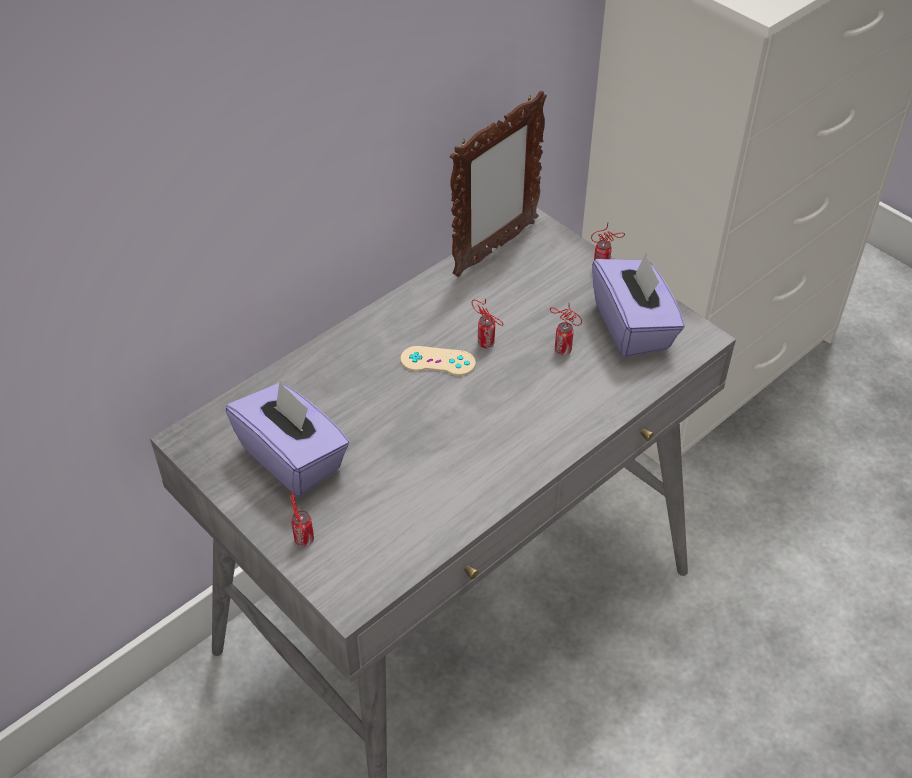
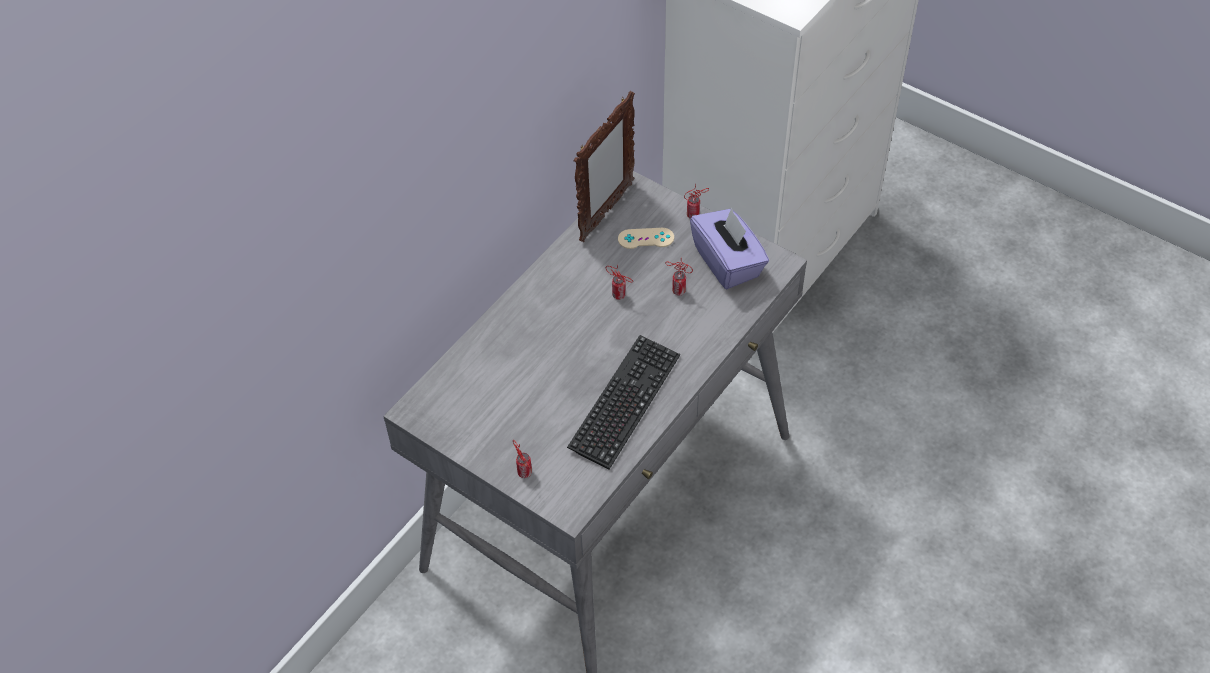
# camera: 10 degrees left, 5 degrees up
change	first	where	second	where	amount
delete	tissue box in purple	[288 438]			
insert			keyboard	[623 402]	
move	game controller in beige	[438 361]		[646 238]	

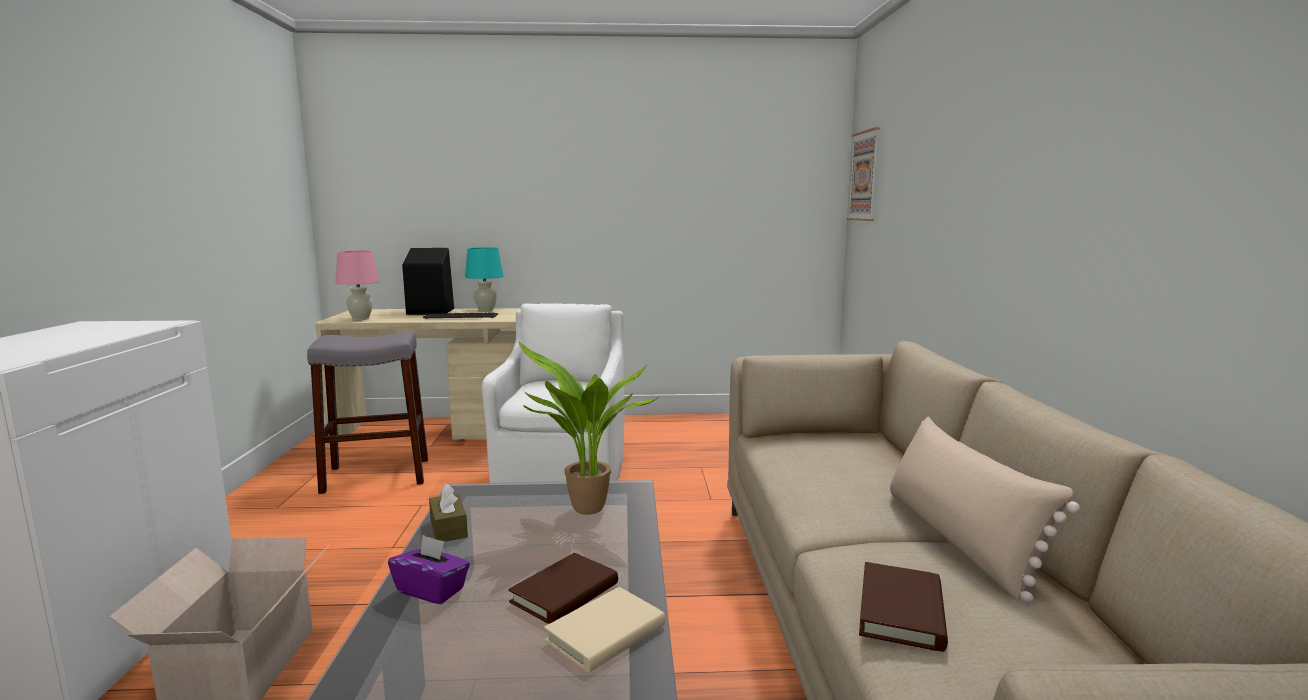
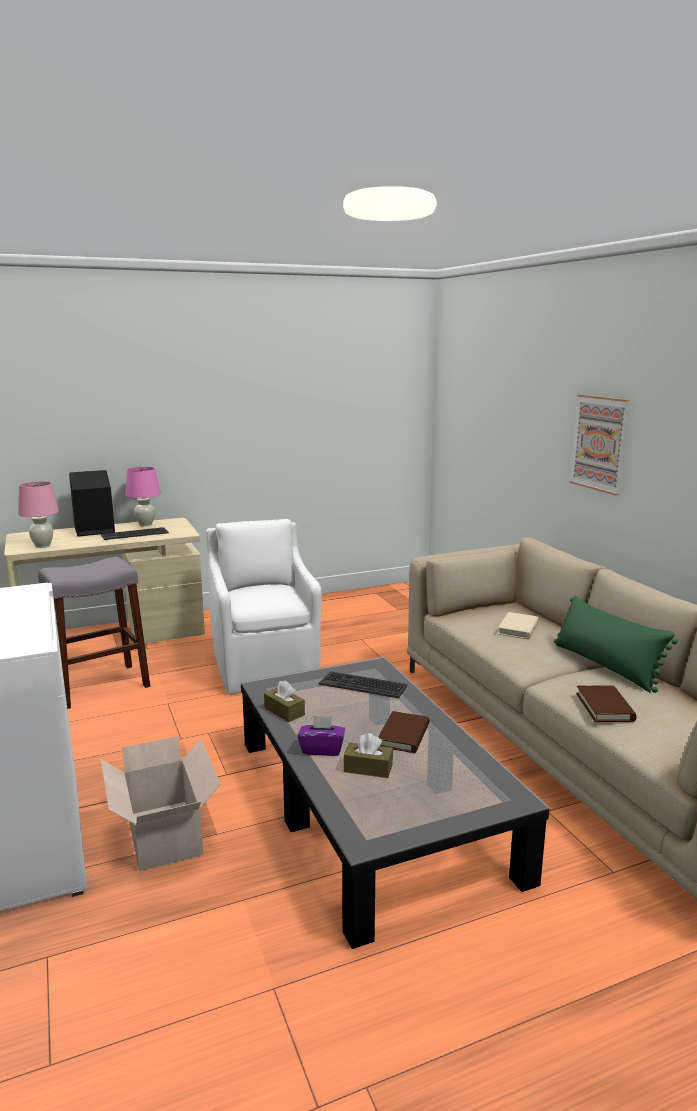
# camera: 20 degrees left, 5 degrees up
change	first	where	second	where	amount
insert			tissue box in brown	[368 755]	
move	book in beige	[604 630]		[518 625]	
move	picture	[863 174]		[599 444]	
replace	potted plant	[589 428]	keyboard	[363 684]	
recolor	table lamp in turquoise	[484 279]	table lamp in pink	[143 497]	
recolor	pillow in beige	[985 510]	pillow in green	[616 644]	

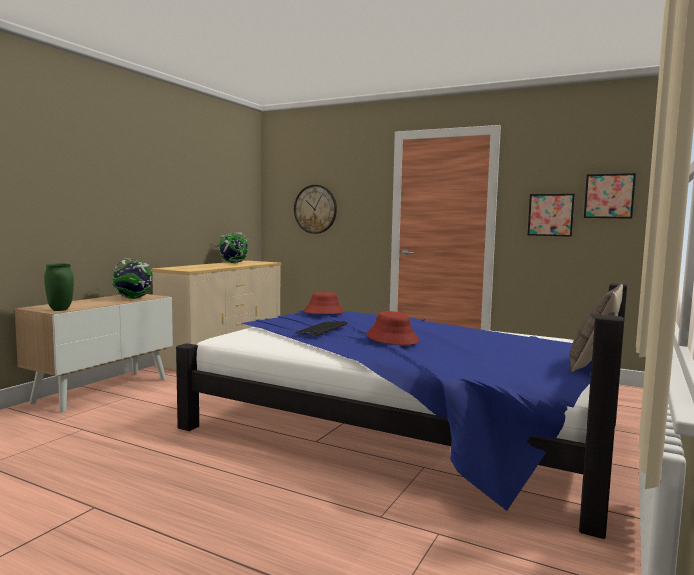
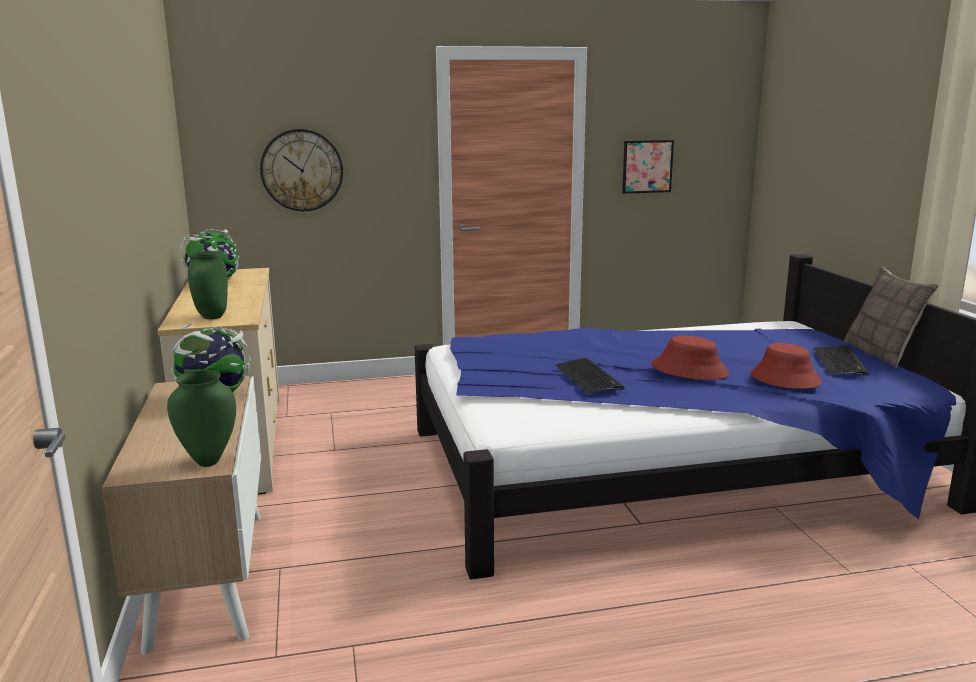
# camera: 40 degrees left, 10 degrees up
change	first	where	second	where	amount
delete	picture	[610 196]			
insert			vase in green	[208 285]	
insert			keyboard	[841 360]	
move	hat in red	[323 303]		[786 366]	

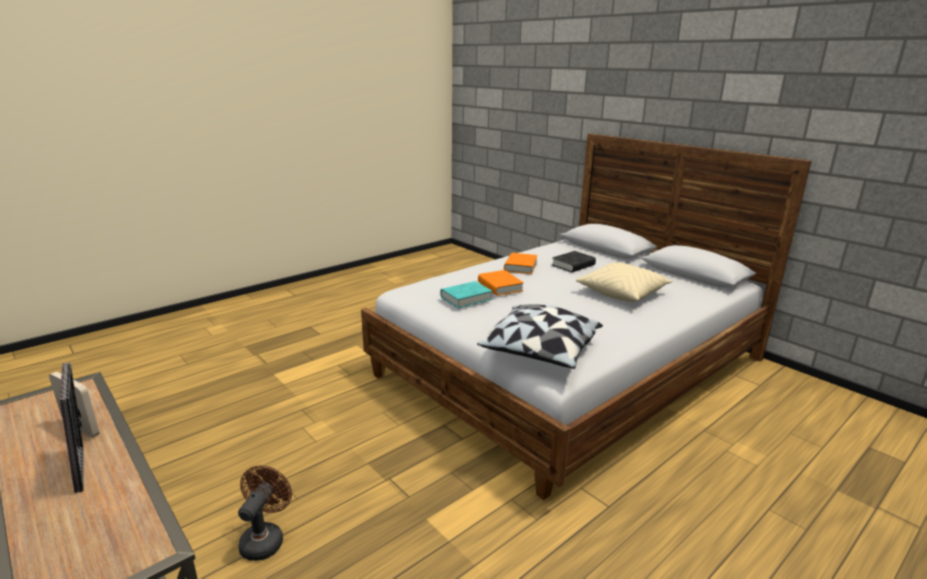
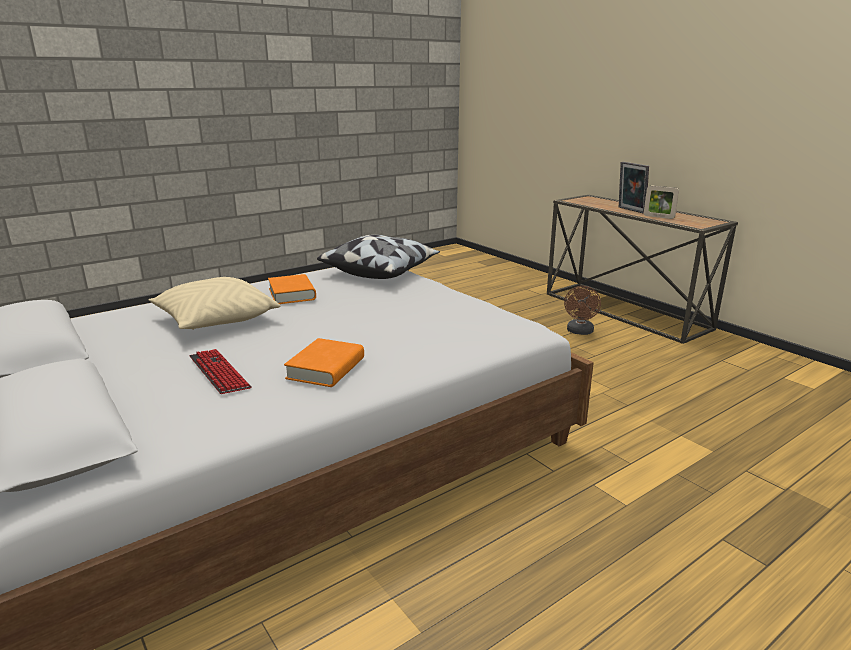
# camera: 175 degrees left, 0 degrees up
change	first	where	second	where	amount
delete	book in turquoise	[466 294]			
move	book in orange	[501 283]		[292 289]	
replace	book in black	[574 261]	keyboard	[220 371]	

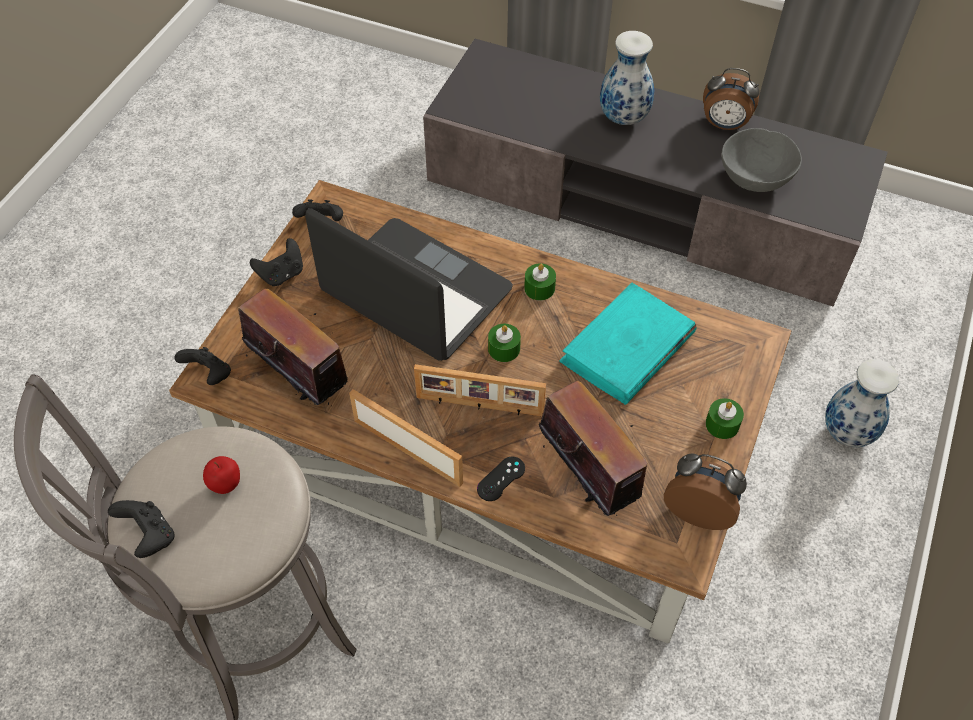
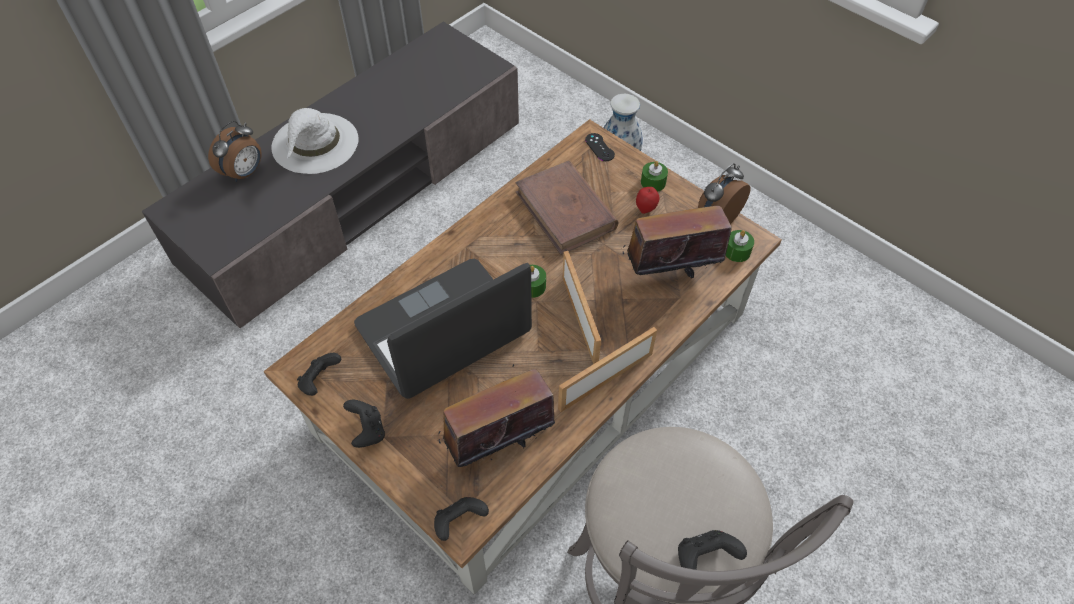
# camera: 70 degrees left, 0 degrees up
change	first	where	second	where	amount
delete	bowl in grey	[761 160]			
move	apple	[221 475]		[648 200]	
move	game controller in black	[501 478]		[600 147]	
move	candle in green	[540 281]		[740 246]	
move	alarm clock	[731 99]		[235 151]	
replace	vase	[627 78]	hat in white	[315 141]	
recolor	book in turquoise	[627 344]	book in brown	[567 207]	
rotate	picture frame	[480 390]		[582 307]	45 degrees counterclockwise

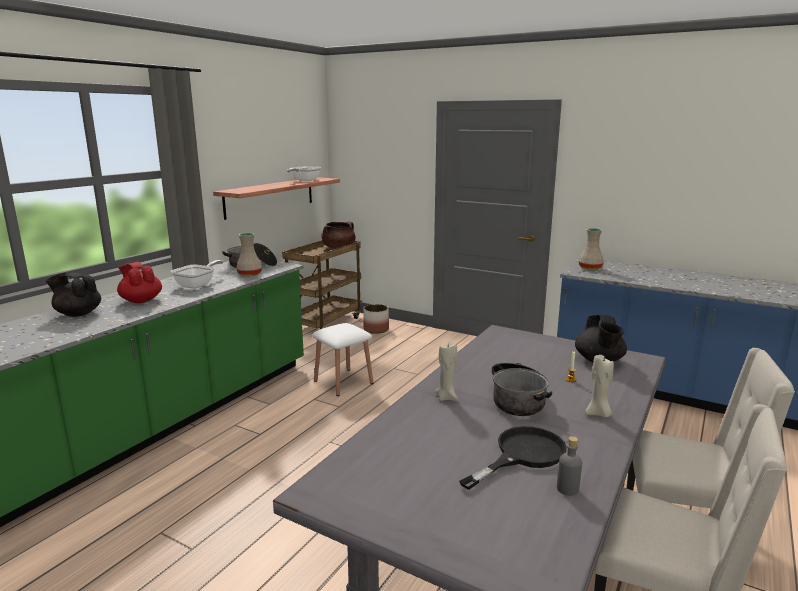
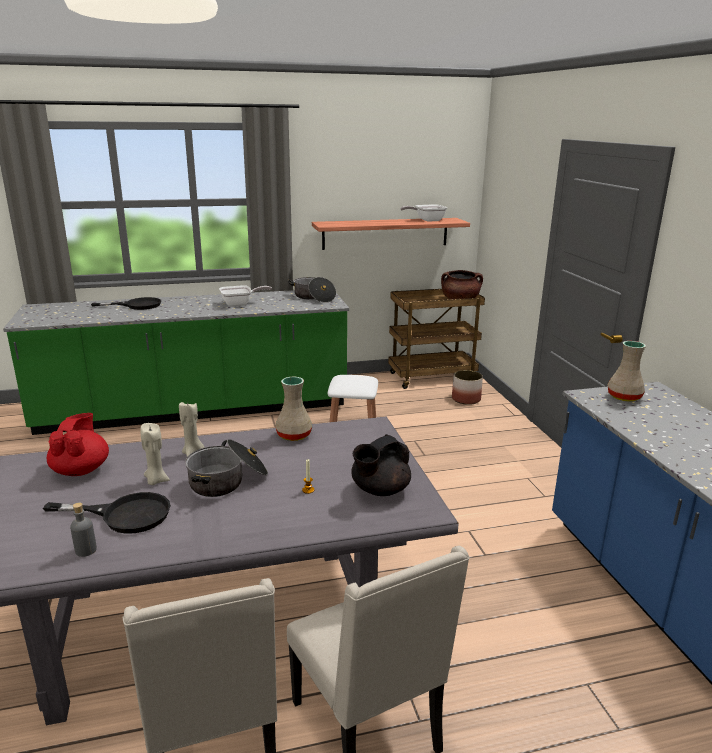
# camera: 45 degrees right, 5 degrees up
change	first	where	second	where	amount
move	teapot in red	[139 282]		[78 444]	
move	vase in beige	[249 254]		[294 409]	
move	candle in beige	[599 386]		[155 454]	
replace	teapot in black	[73 294]	frying pan in black	[126 303]	

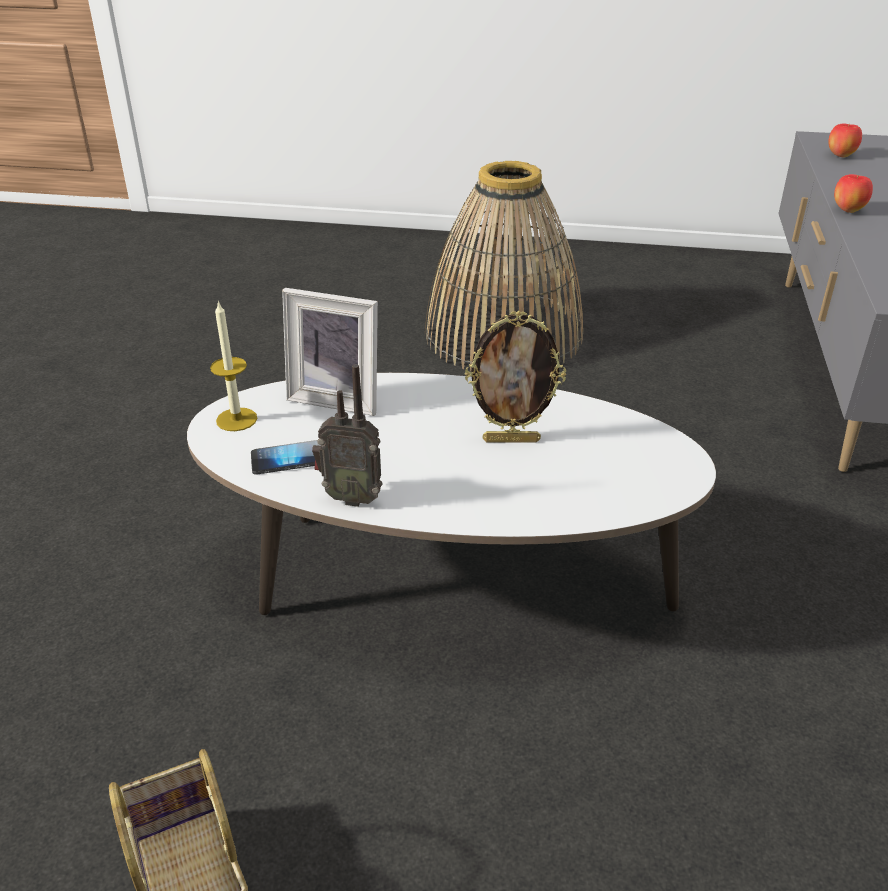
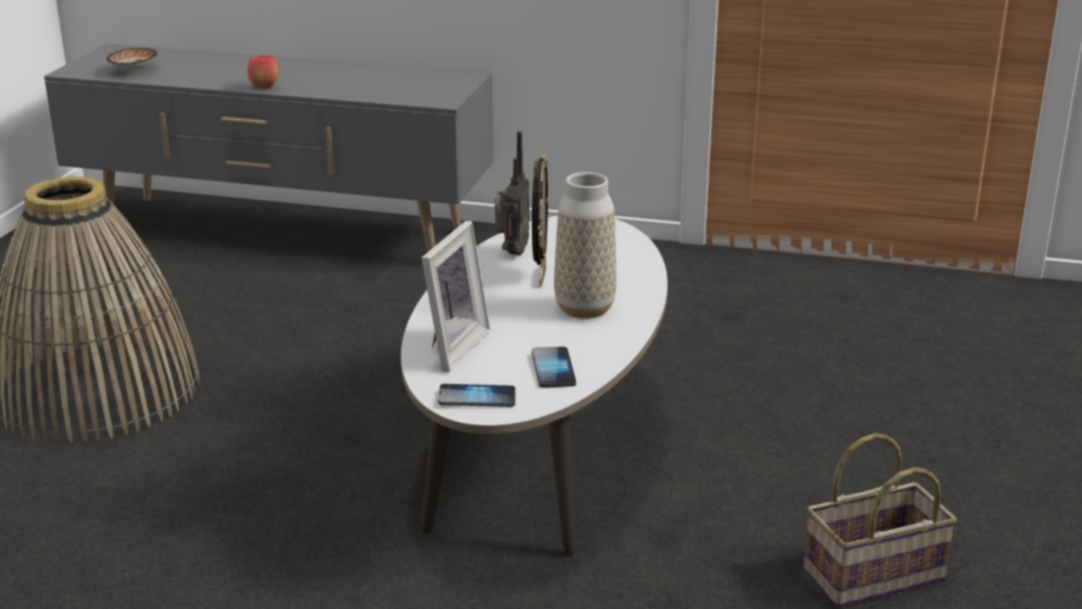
# camera: 85 degrees left, 10 degrees down
change	first	where	second	where	amount
insert			vase	[585 245]	
move	radio	[347 435]		[512 193]	
replace	candle	[233 365]	phone	[476 395]	
replace	apple	[845 140]	bowl	[132 60]	

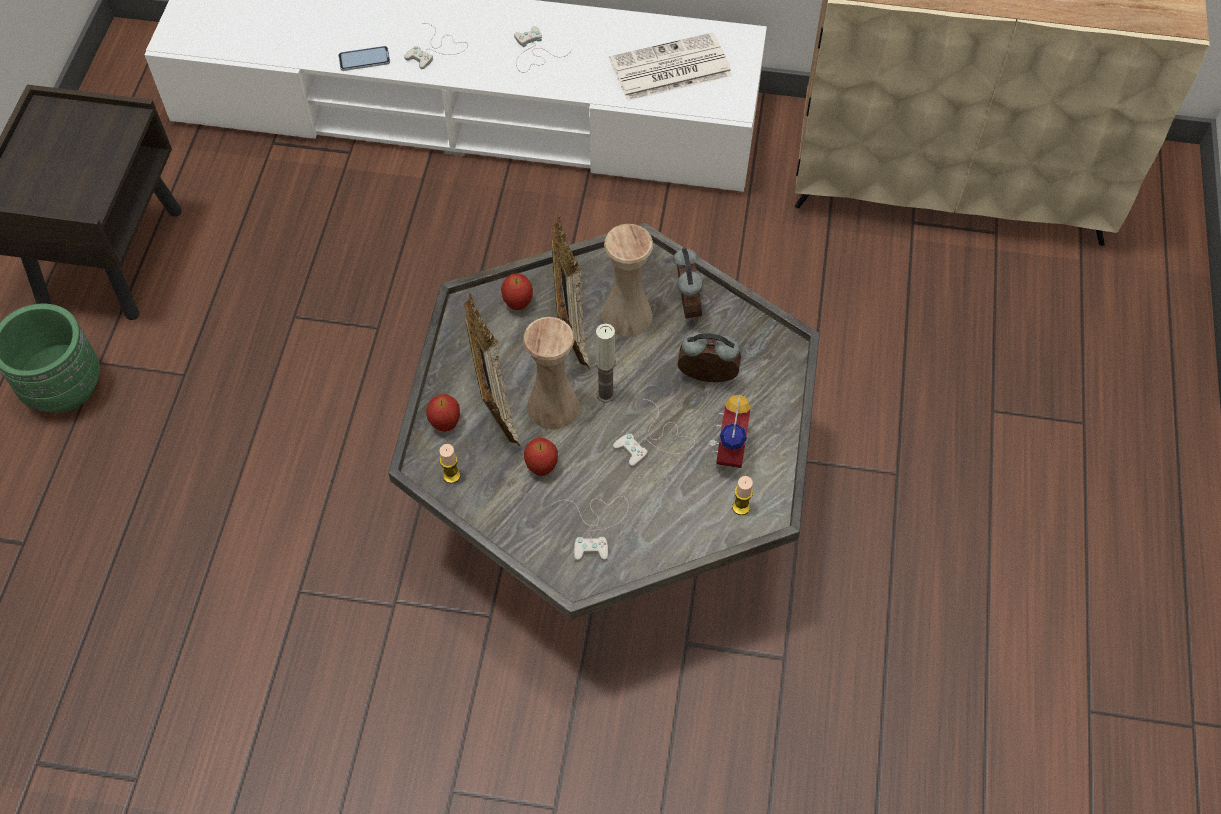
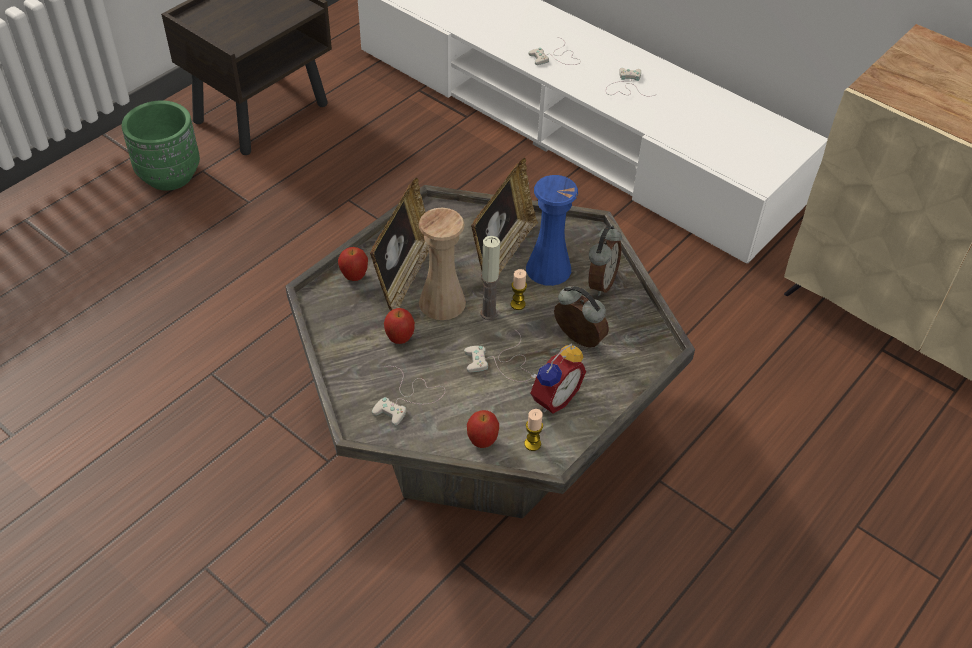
# camera: 30 degrees right, 10 degrees down
change	first	where	second	where	amount
delete	phone	[364 58]			
delete	newspaper	[670 66]			
move	candle	[449 463]		[519 289]	
move	apple	[517 291]		[483 429]	
recolor	vase in beige	[627 280]	vase in blue	[552 230]	

